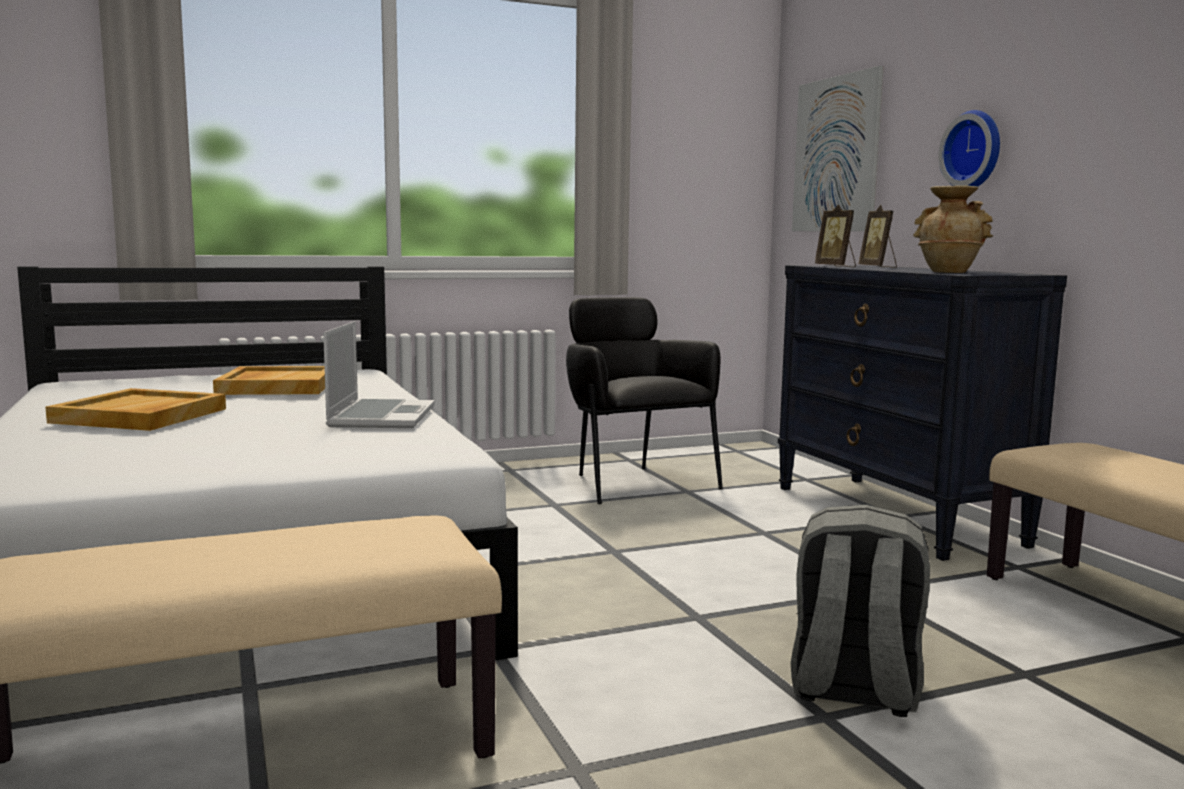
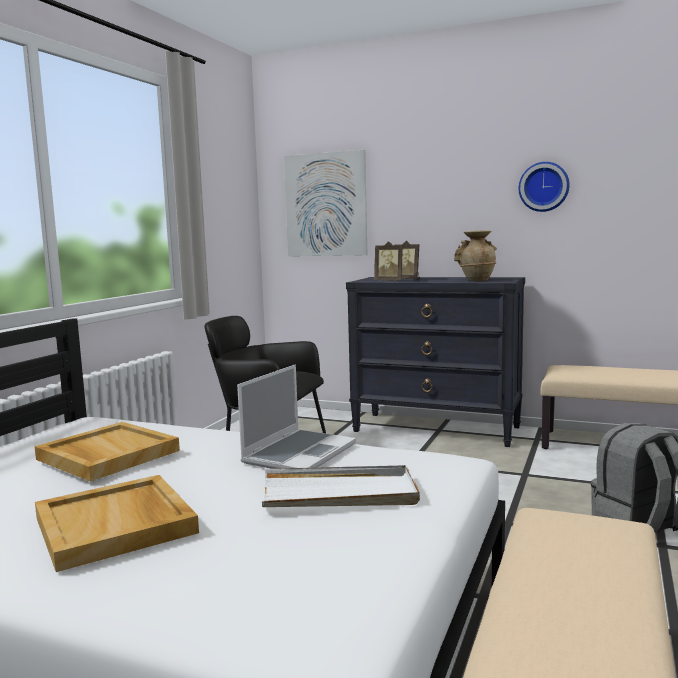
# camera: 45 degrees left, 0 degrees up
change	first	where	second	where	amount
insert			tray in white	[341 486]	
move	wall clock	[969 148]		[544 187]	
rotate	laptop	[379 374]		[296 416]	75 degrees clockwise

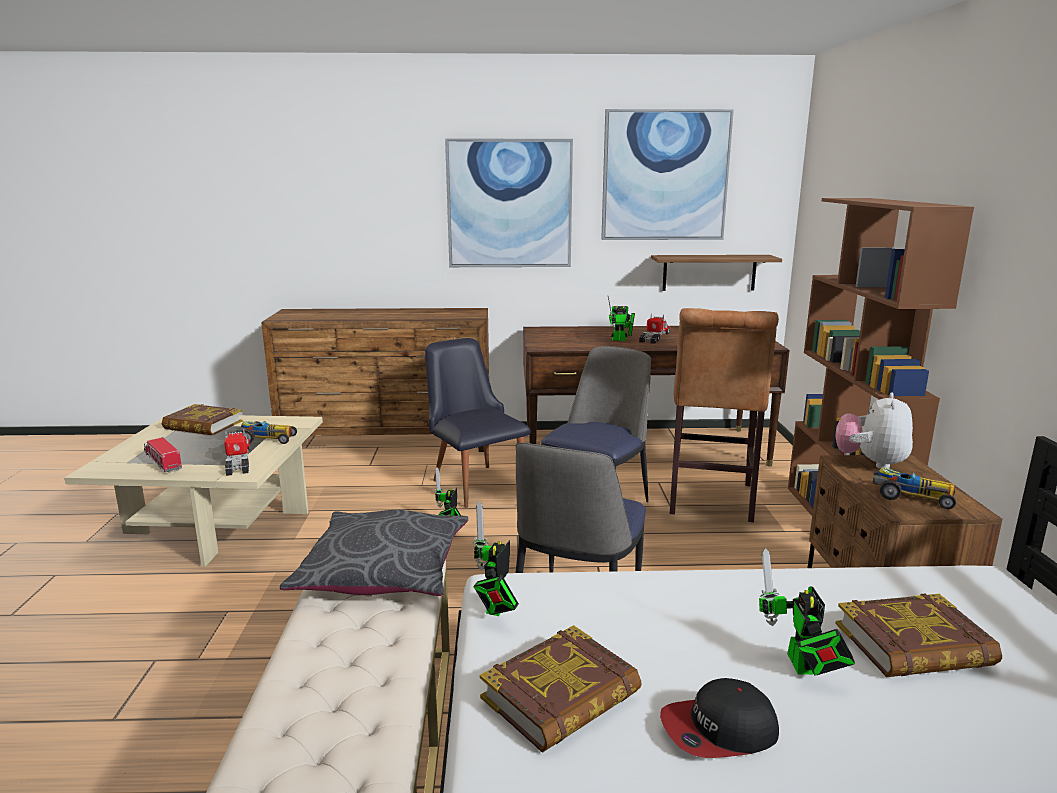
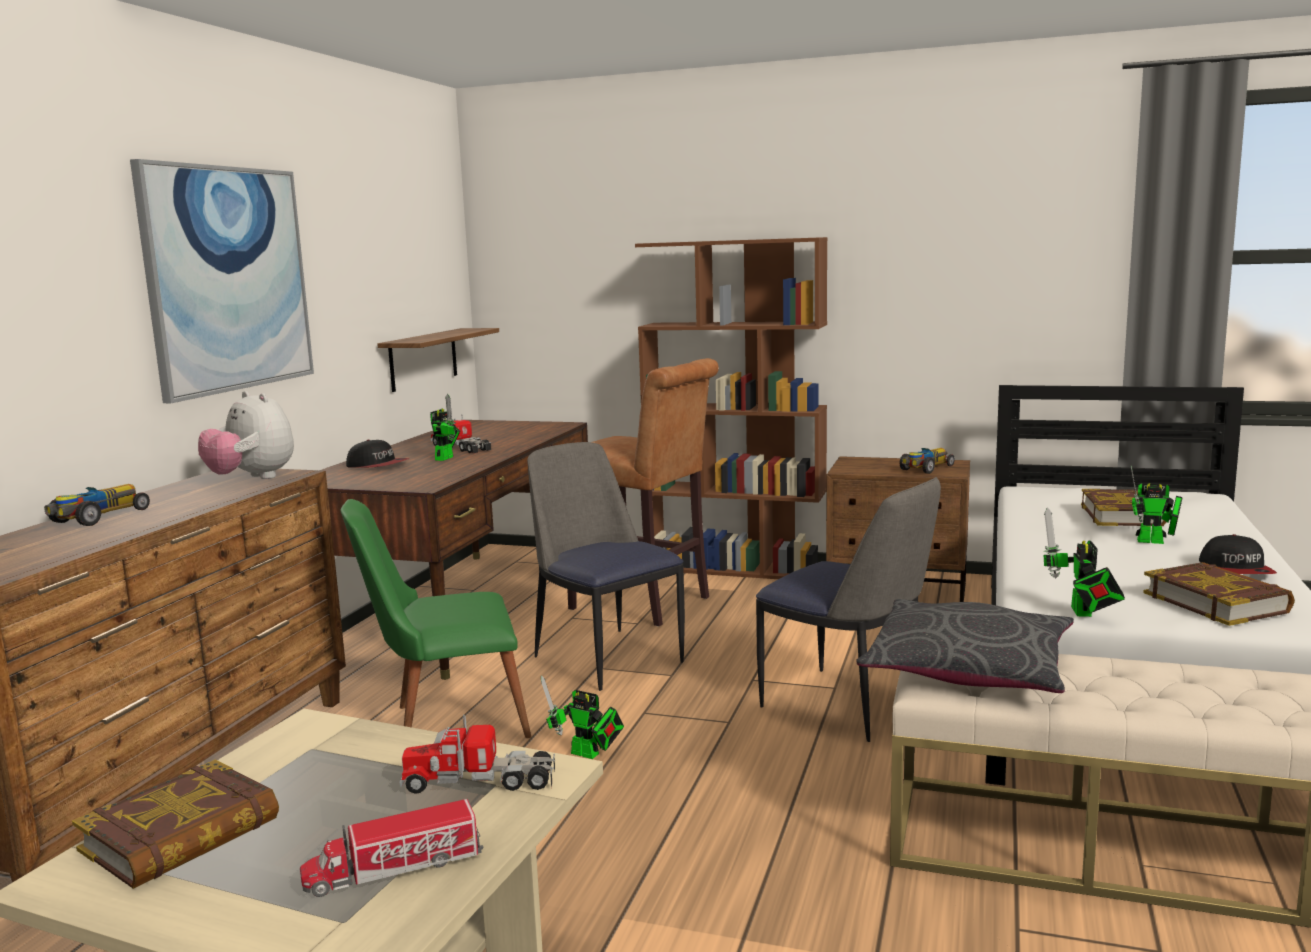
# camera: 70 degrees left, 5 degrees down
change	first	where	second	where	amount
delete	picture	[667 174]			
insert			cap	[378 454]	
move	toy car	[266 432]		[97 505]	
move	plush toy	[874 430]		[246 435]	
recolor	chair in black	[478 423]	chair in green	[435 618]	
rotate	toy robot	[496 558]		[1084 562]	60 degrees clockwise

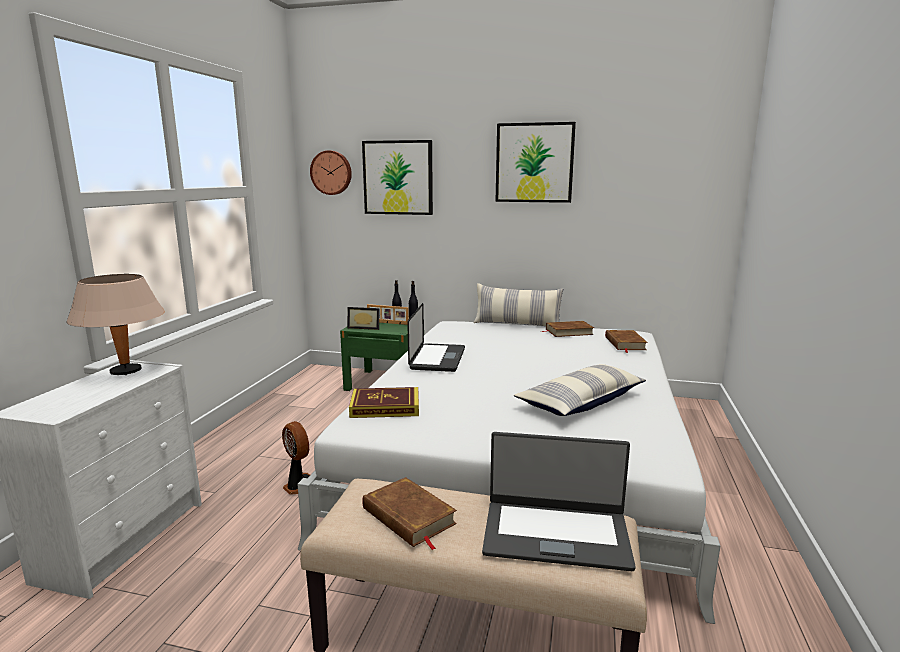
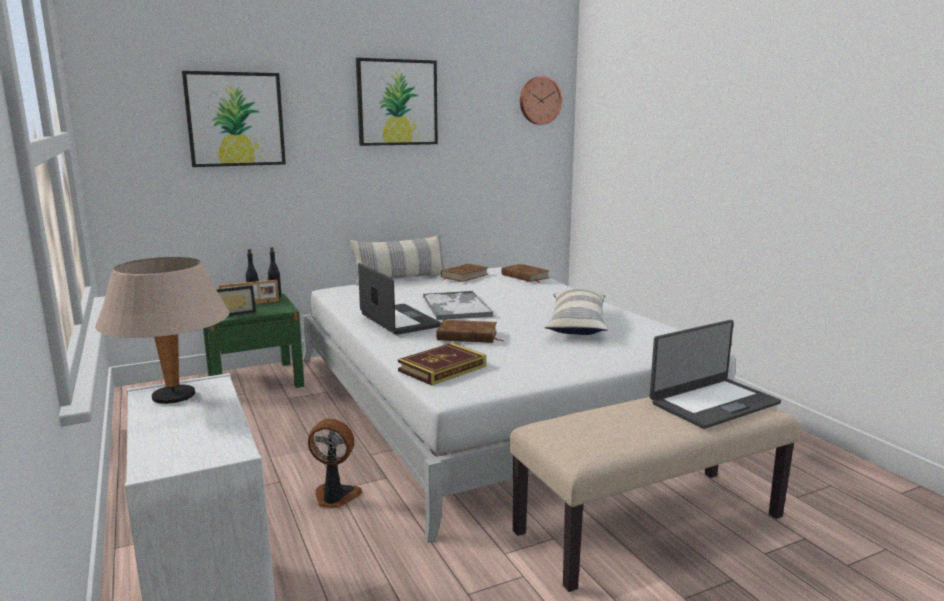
# camera: 40 degrees left, 0 degrees up
change	first	where	second	where	amount
insert			tray	[458 305]	
move	wall clock	[331 172]		[541 100]	
move	book in brown	[409 513]		[470 331]	

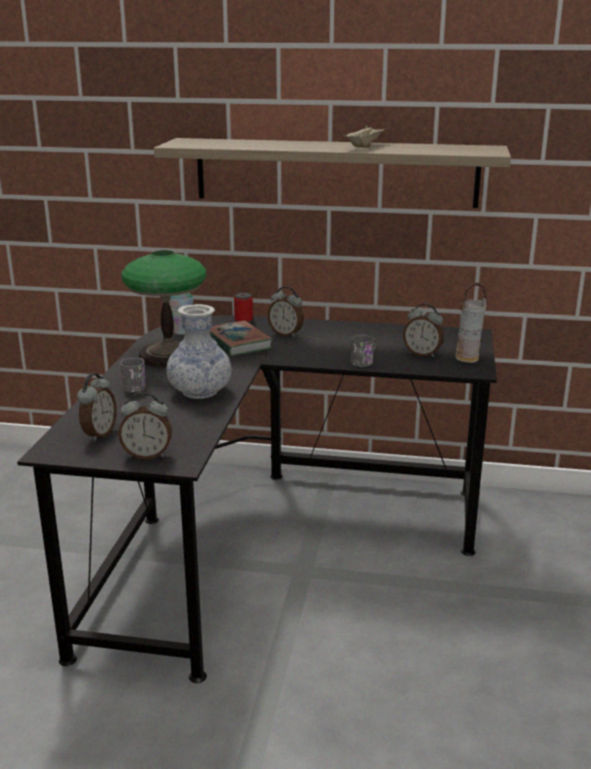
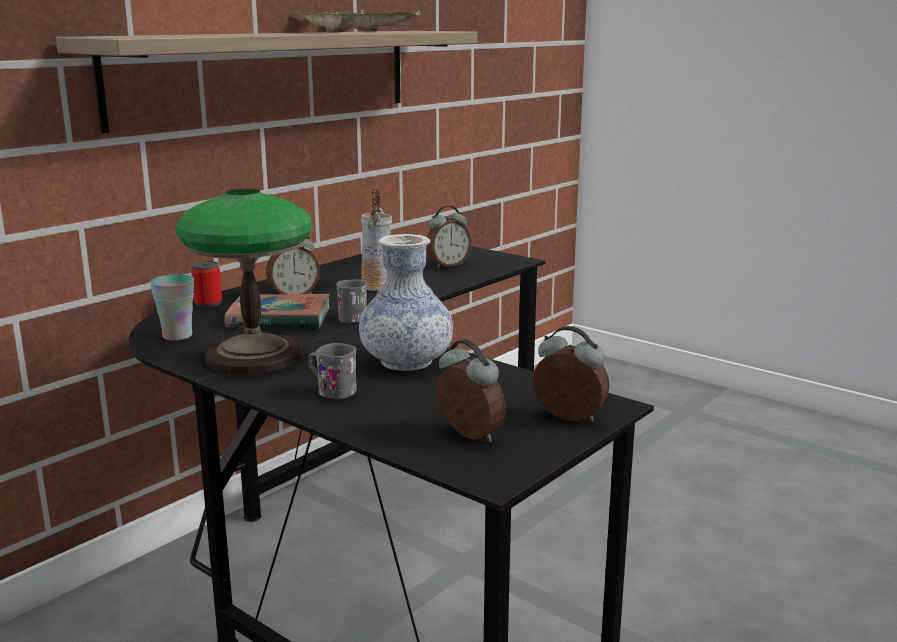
# camera: 60 degrees left, 5 degrees down
change	first	where	second	where	amount
insert			tray in beige	[377 21]	
move	mug in grey	[364 350]		[351 301]	
move	vase	[471 322]		[376 240]	
rotate	alarm clock	[145 425]		[571 374]	90 degrees counterclockwise

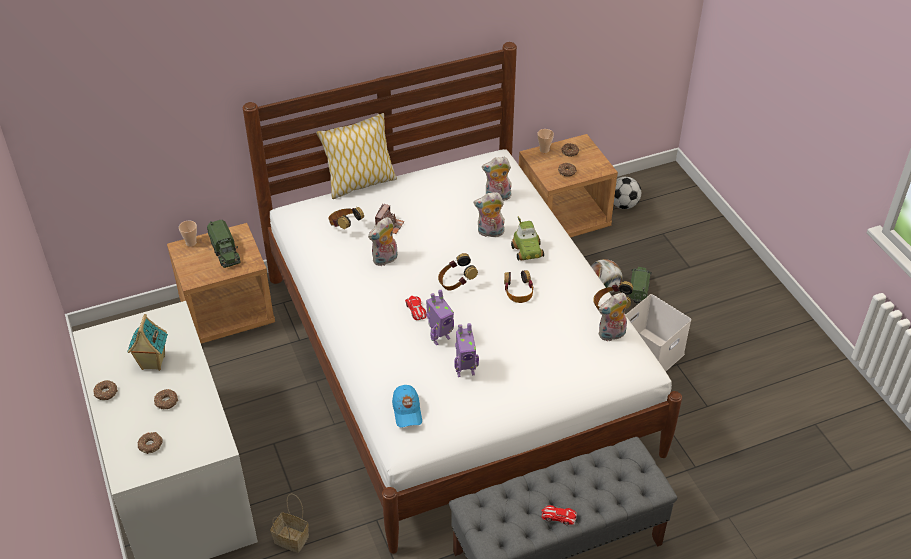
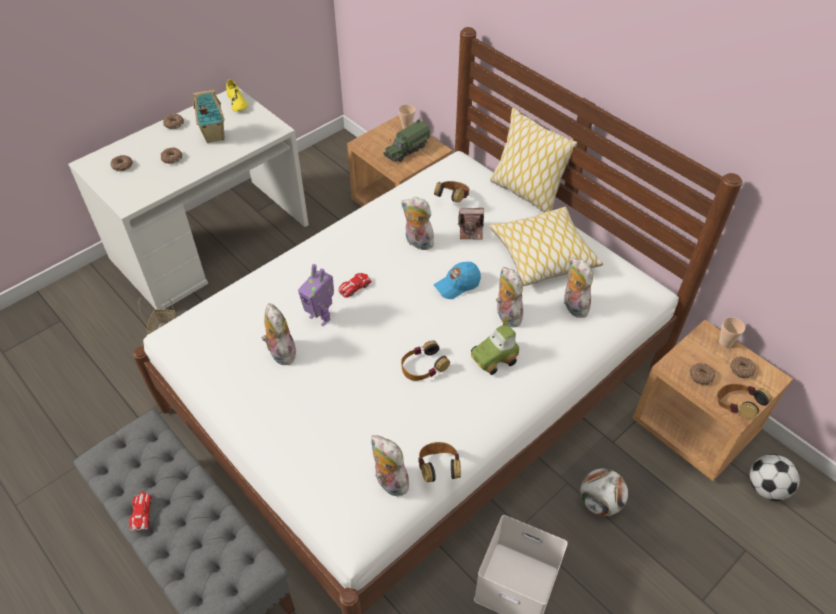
# camera: 70 degrees right, 5 degrees up
change	first	where	second	where	amount
delete	toy truck	[640 285]			
insert			shoe in yellow	[236 95]	
insert			pillow	[546 246]	
move	cap in blue	[407 406]		[457 280]	
move	headphones	[458 272]		[744 401]	
replace	toy robot	[466 350]	plush toy	[279 334]	

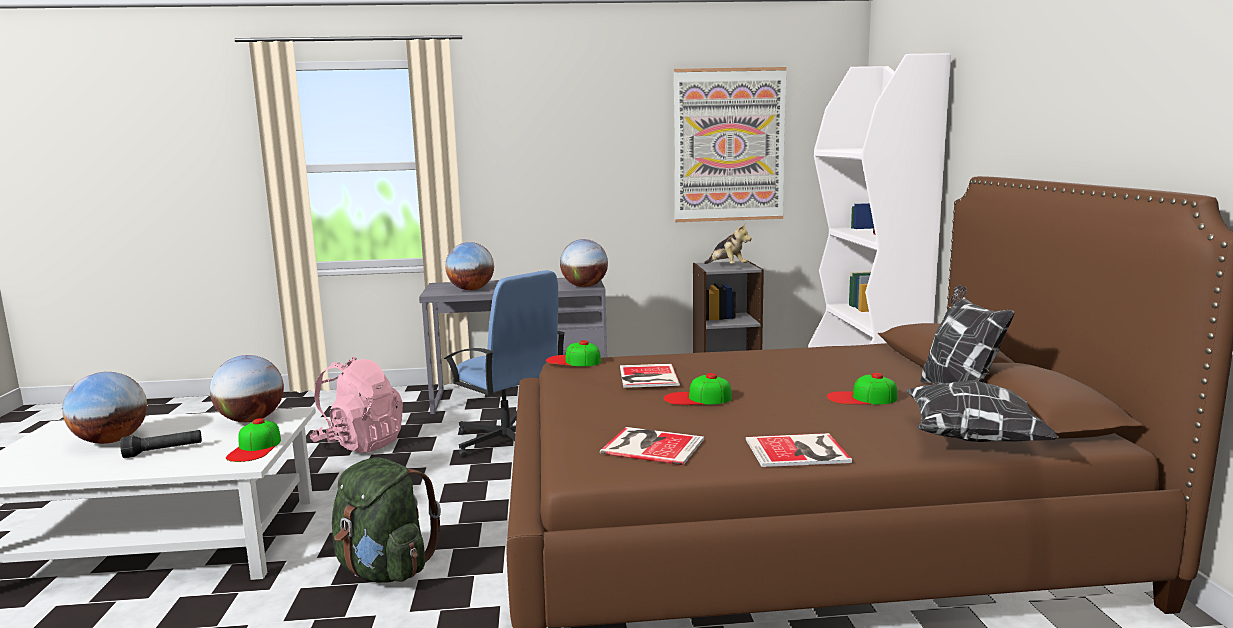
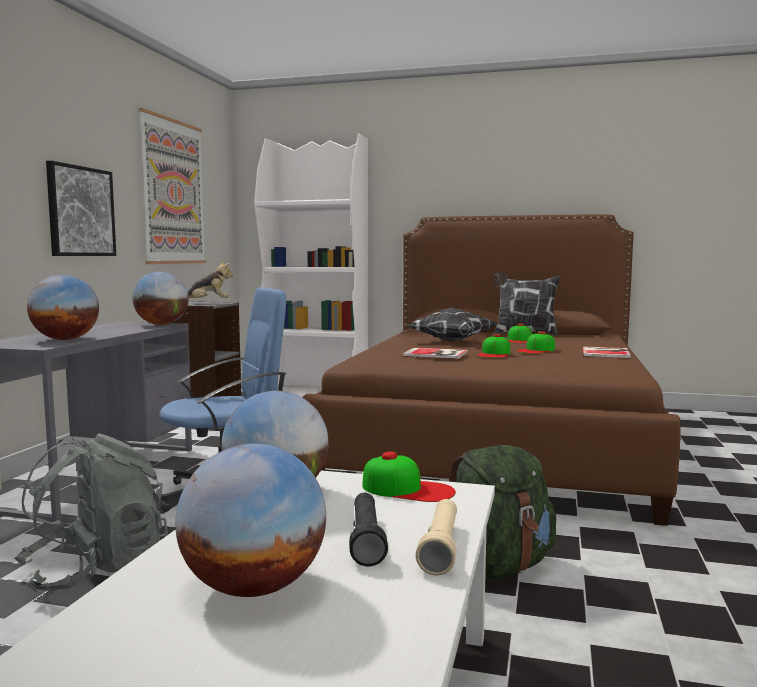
# camera: 70 degrees left, 5 degrees down
change	first	where	second	where	amount
delete	book	[652 446]			
insert			picture	[81 208]	
insert			flashlight in beige	[436 537]	
move	cap	[573 353]		[536 342]	
move	pillow	[982 411]		[452 324]	
recolor	backpack in pink	[356 405]	backpack in grey	[91 512]	

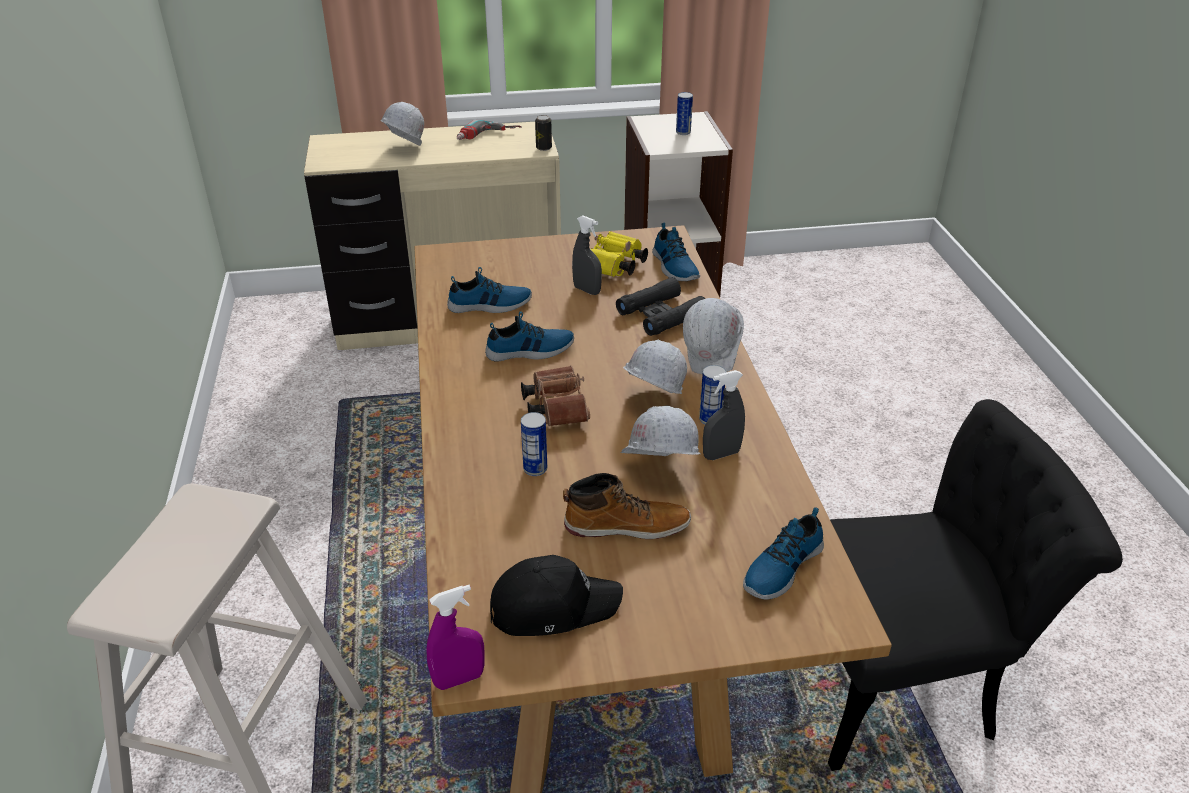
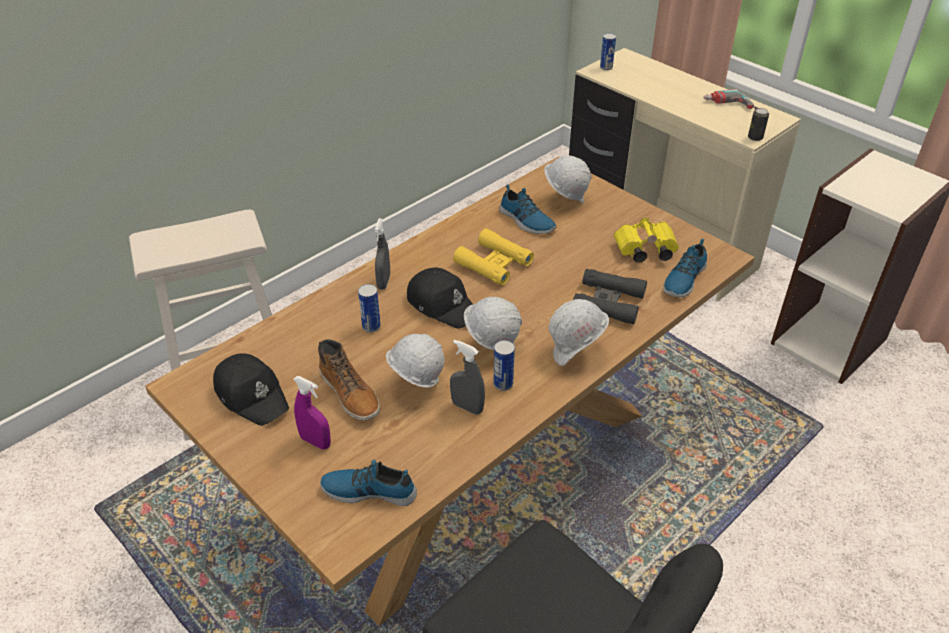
# camera: 55 degrees right, 5 degrees up
change	first	where	second	where	amount
move	hard hat in white	[402 124]		[568 179]	
move	spray bottle in purple	[455 637]		[312 413]	
move	spray bottle in grey	[587 255]		[382 254]	
move	can	[684 113]		[608 51]	
replace	shoe	[529 336]	binoculars in yellow	[493 256]	
replace	binoculars in brown	[555 396]	cap in black	[440 298]	

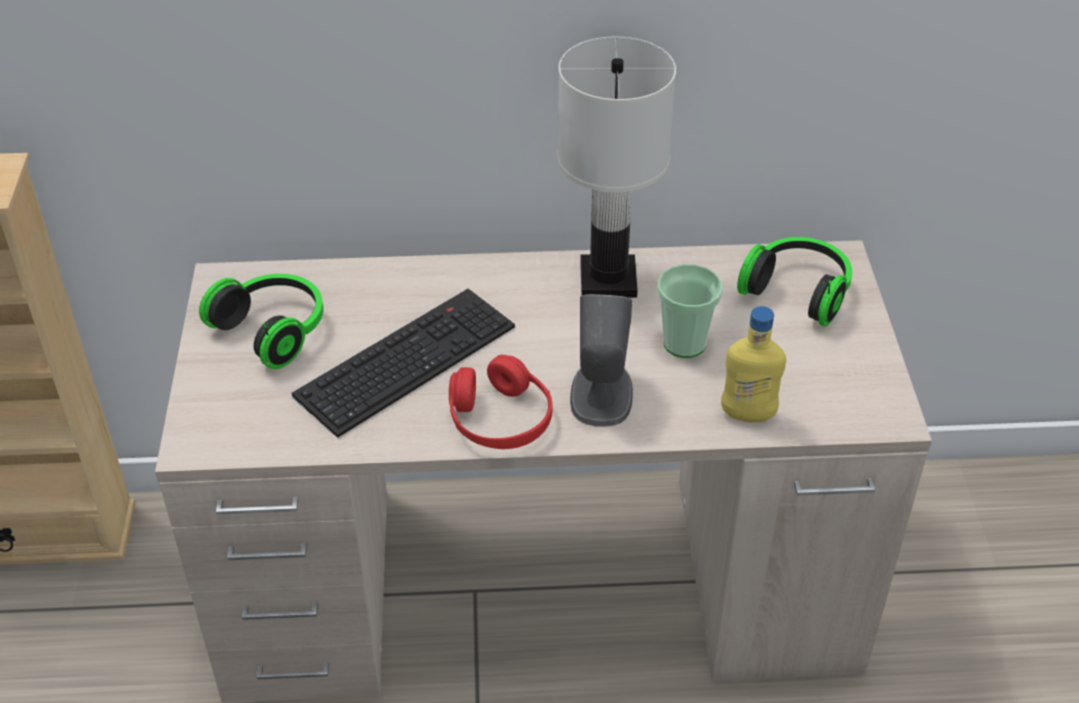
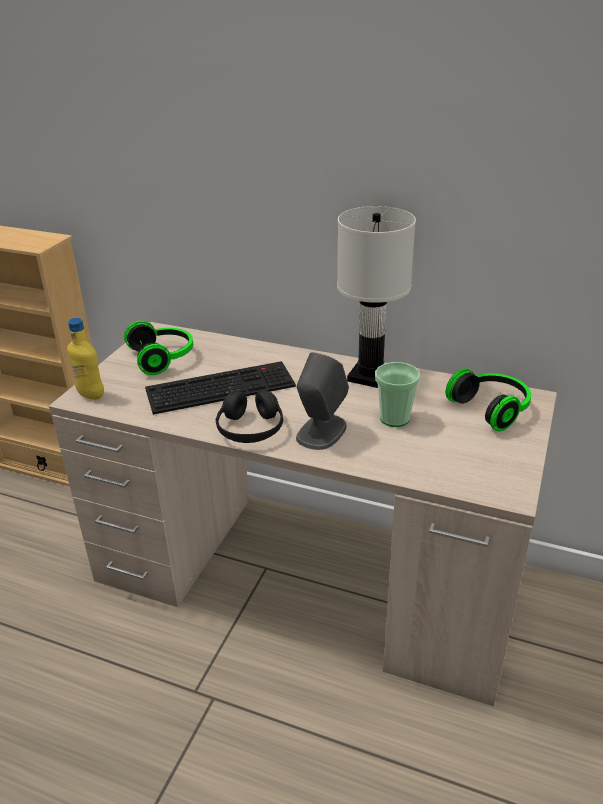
# camera: 25 degrees right, 10 degrees down
change	first	where	second	where	amount
move	bottle in yellow	[753 364]		[85 359]	
recolor	headphones in red	[500 402]	headphones in black	[249 416]	

